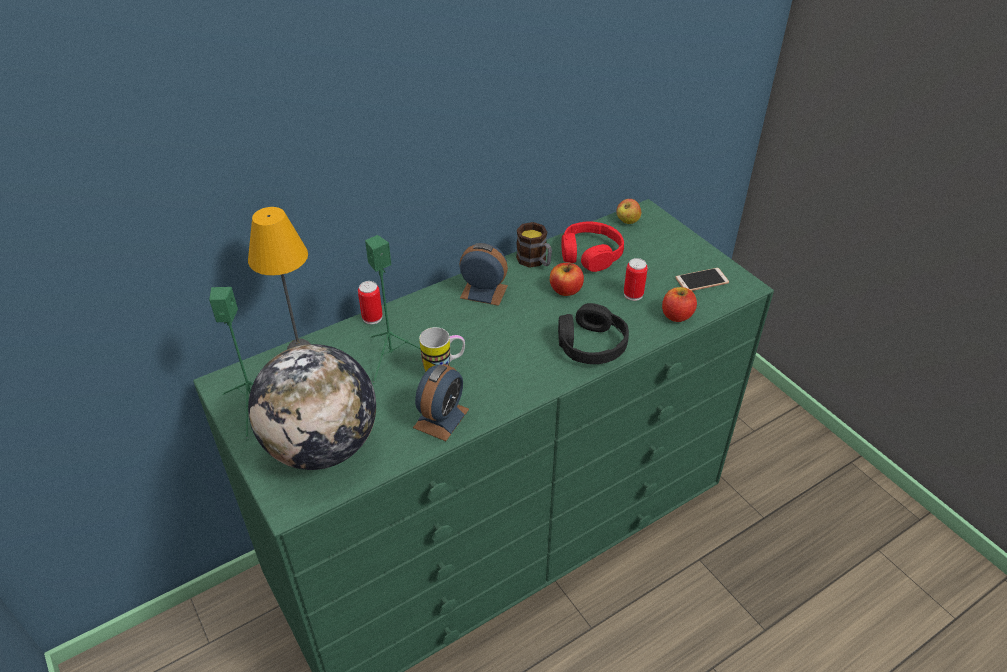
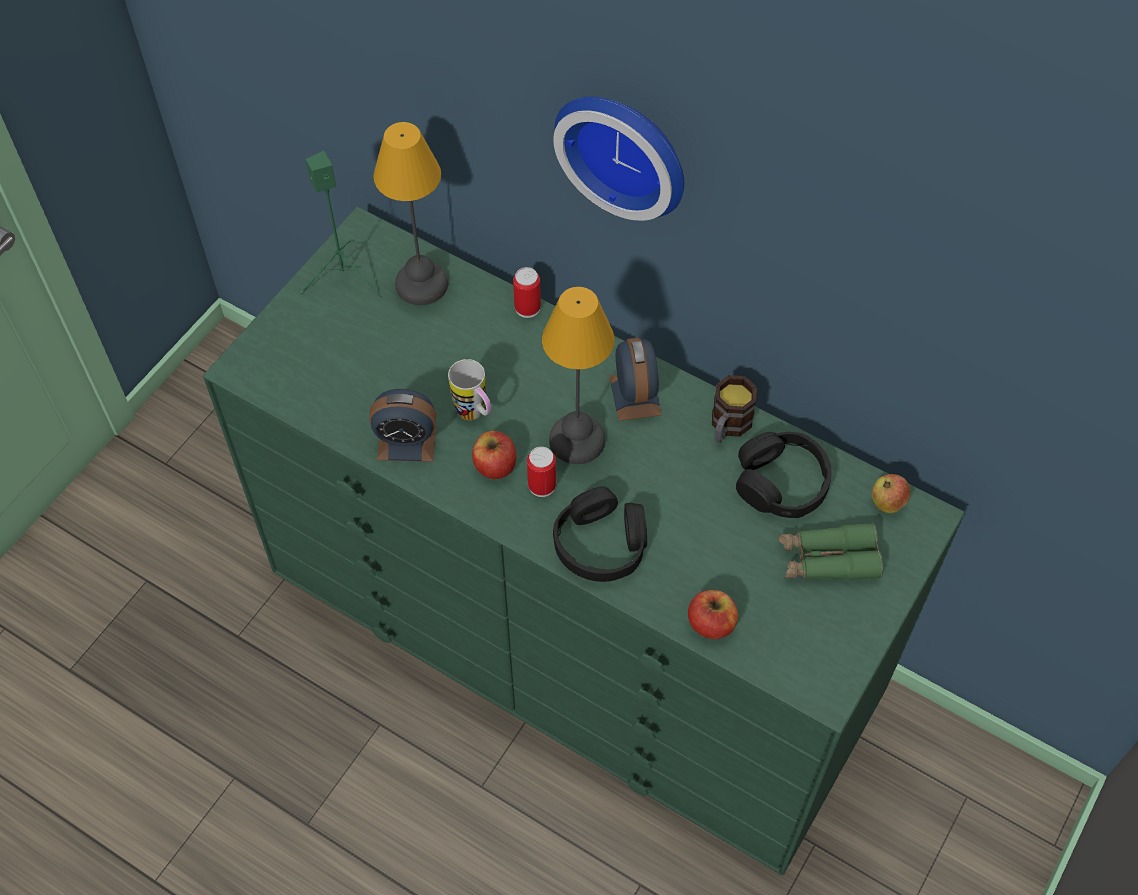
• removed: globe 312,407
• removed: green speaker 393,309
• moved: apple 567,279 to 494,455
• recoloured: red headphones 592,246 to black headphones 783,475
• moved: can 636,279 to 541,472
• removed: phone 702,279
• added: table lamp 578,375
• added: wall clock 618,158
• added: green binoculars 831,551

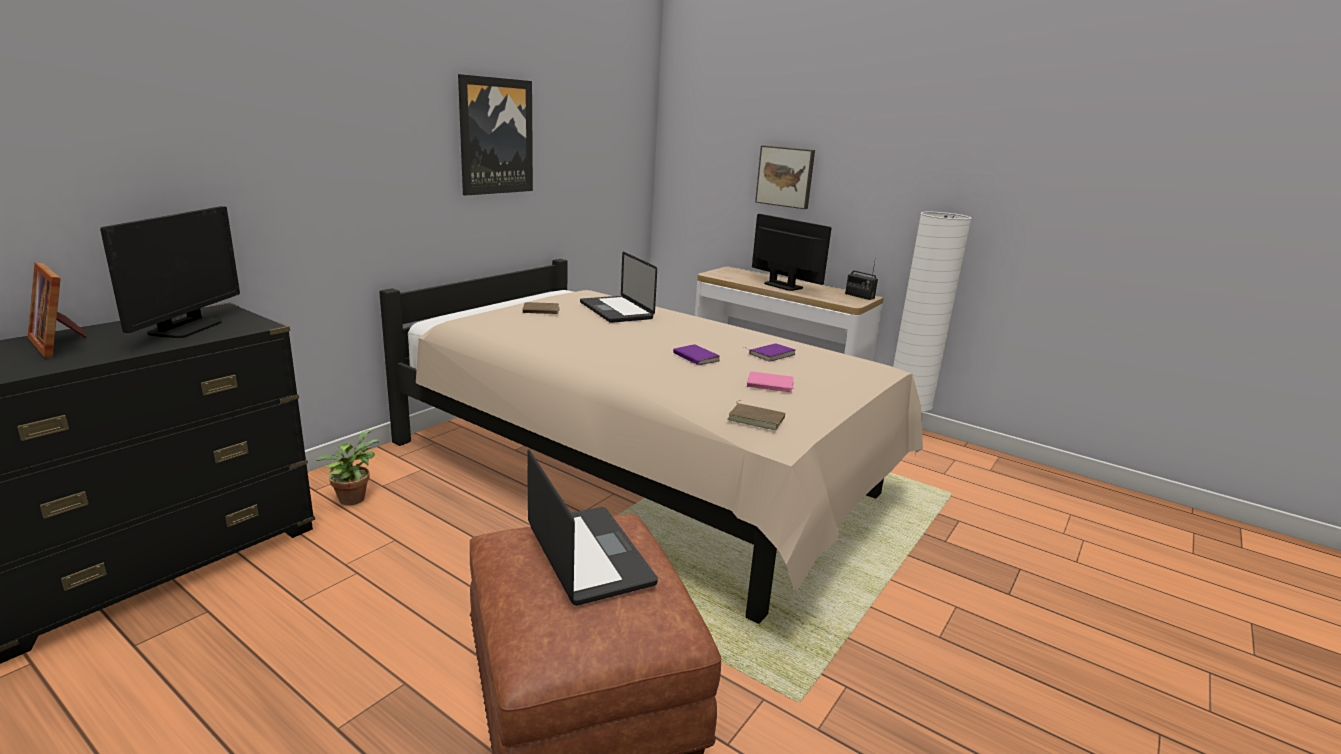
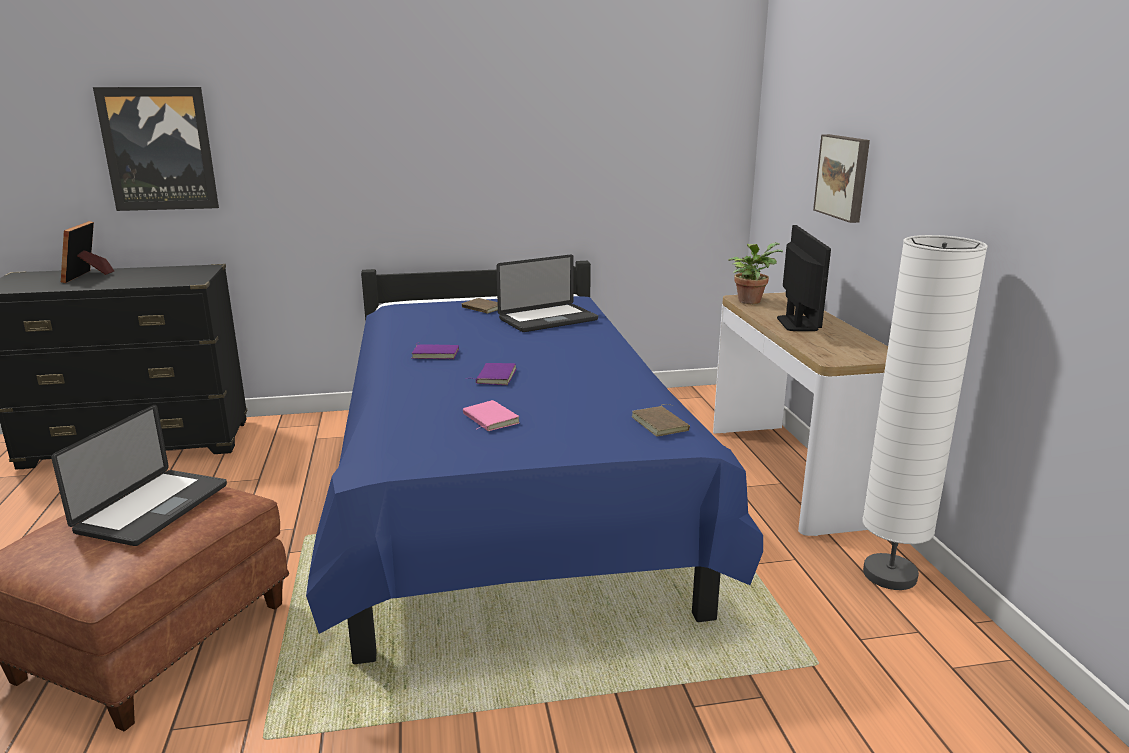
• removed: monitor 170,272
• moved: potted plant 347,467 to 755,273
• recoloured: beige bed 651,441 to blue bed 534,462
• moved: picture 495,135 to 156,149
• turned: laptop 618,287 = 547,293 135 degrees counterclockwise
• moved: brown book 756,415 to 661,420
• moved: purple book 771,352 to 435,350
• removed: radio 861,278

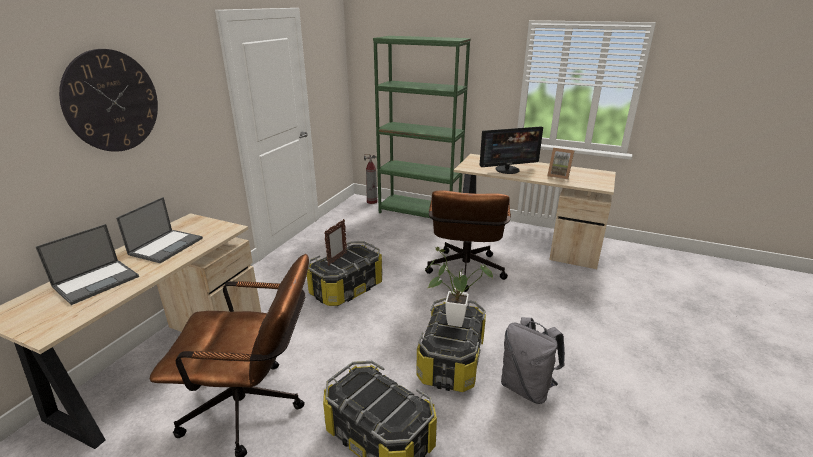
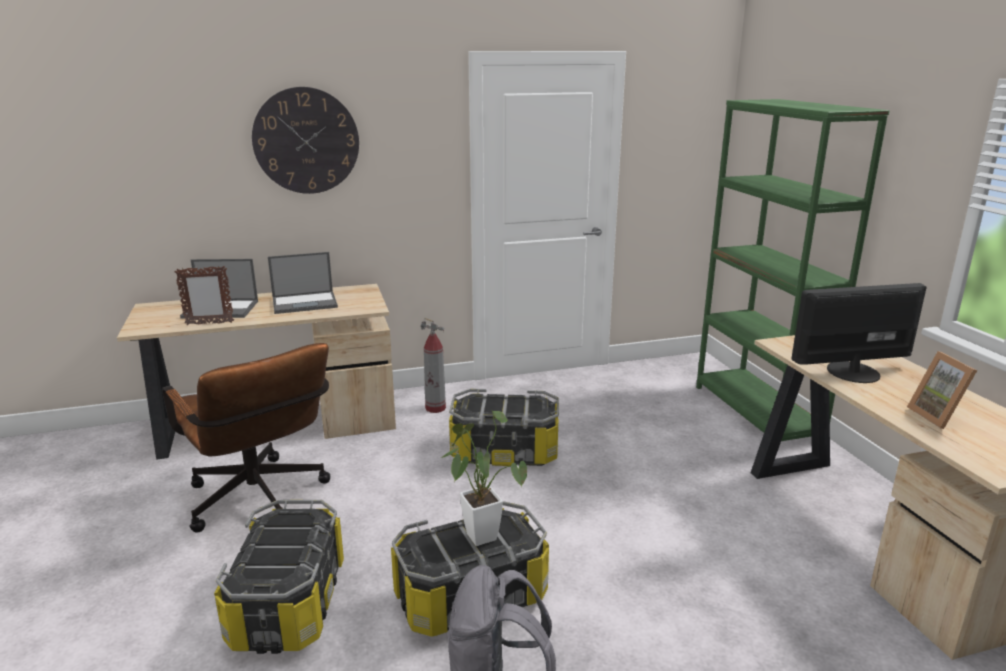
• moved: picture frame 335,242 to 204,295
• moved: fire extinguisher 371,179 to 433,365
• removed: brown office chair 468,241
• turned: monitor 511,150 = 859,333 135 degrees clockwise

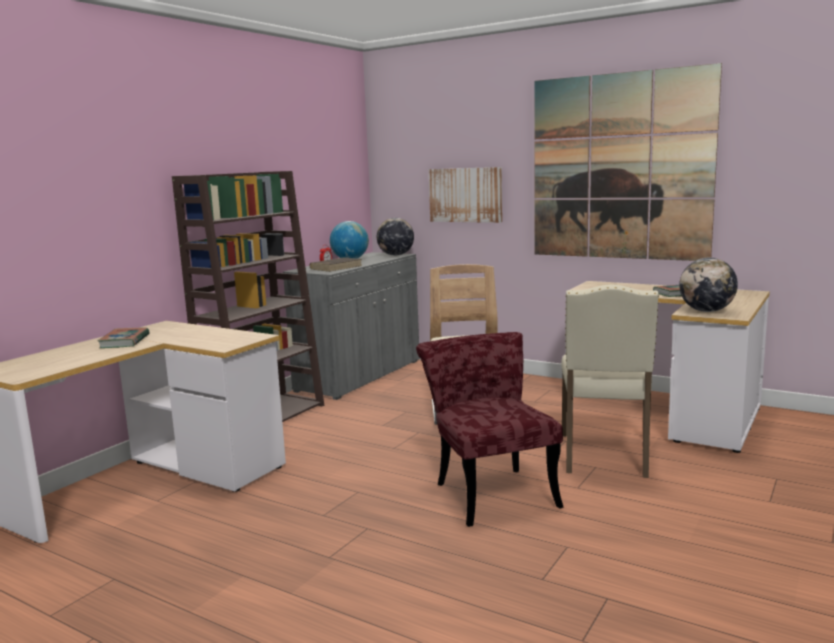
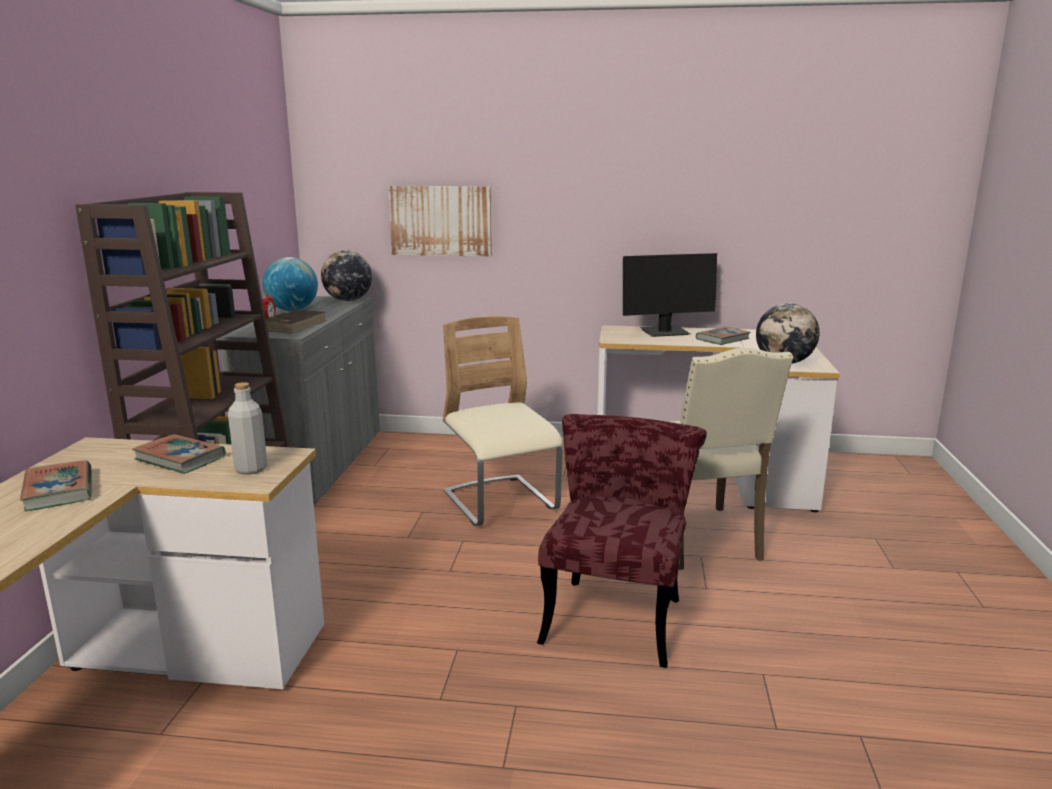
• turned: red chair 490,429 = 622,541 60 degrees clockwise
• removed: picture 628,162
• added: book 179,454
• added: grey bottle 247,428
• added: monitor 670,295

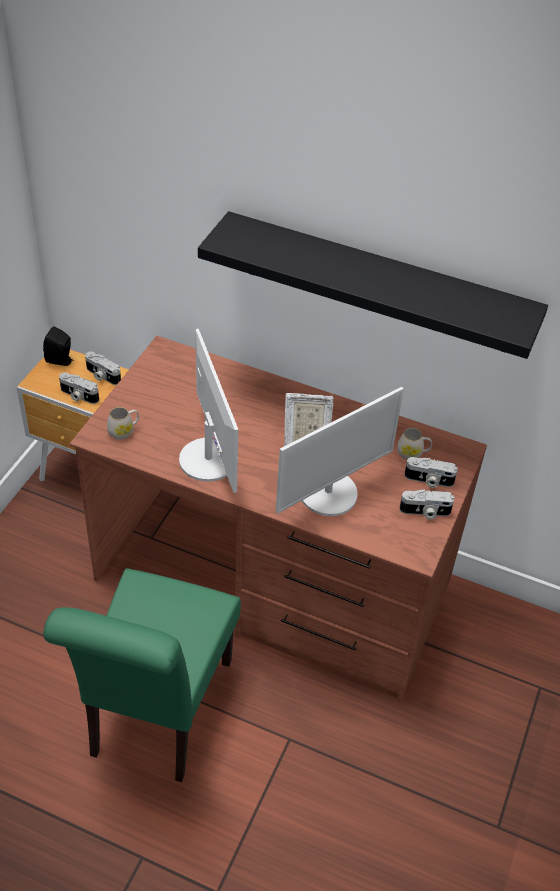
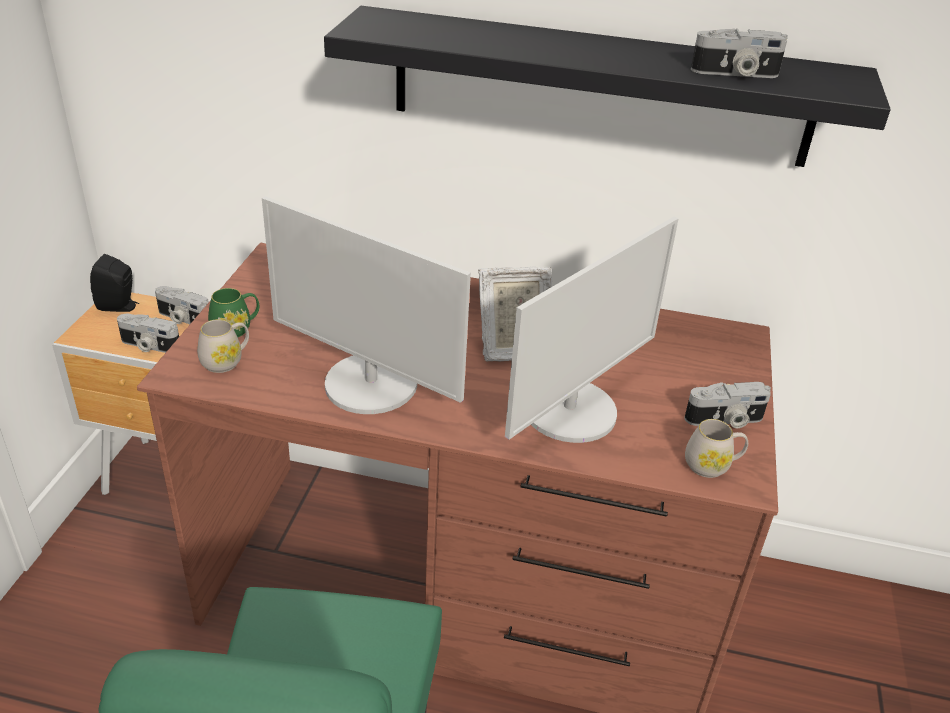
• turned: monitor 208,411 = 366,305 150 degrees clockwise
• moved: white mug 414,444 to 716,448
• moved: photo camera 431,472 to 739,53
• added: green mug 233,312

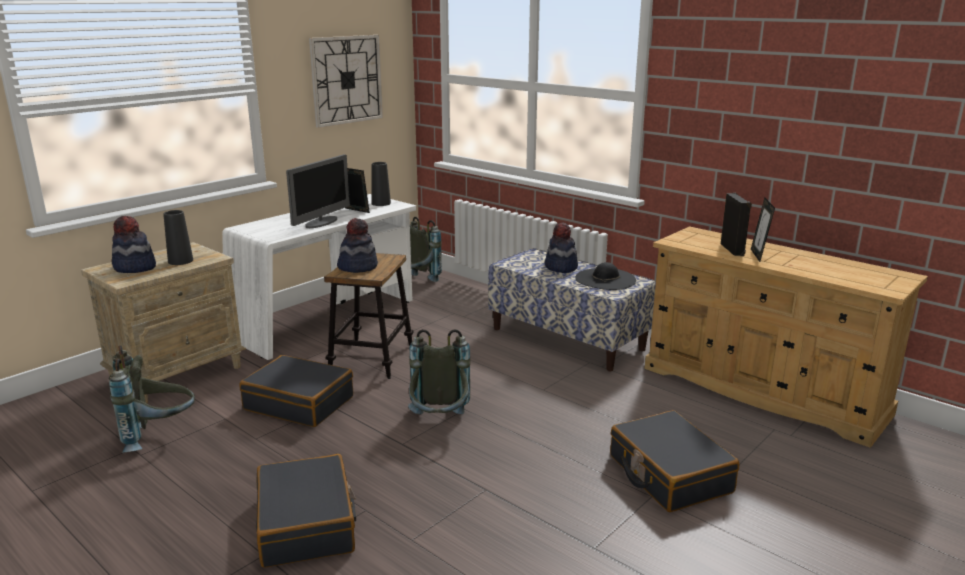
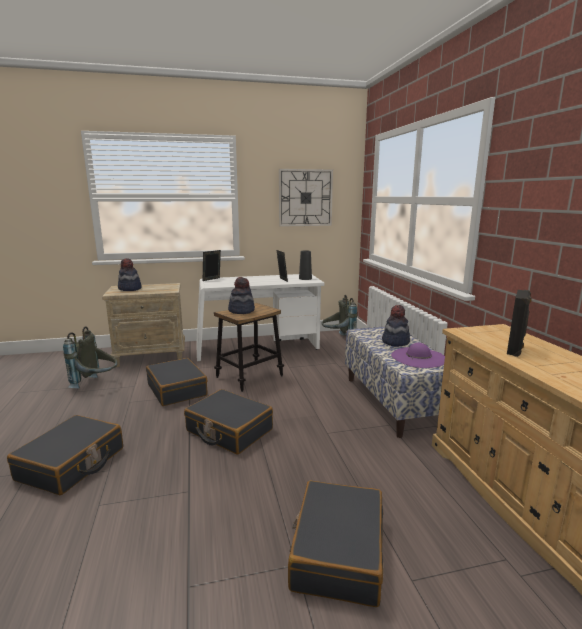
• removed: black vase 178,237
• removed: monitor 318,191
• replaced: grey backpack 439,371 to black suitcase 228,421
• recoloured: black hat 605,276 to purple hat 418,355
• moved: picture frame 763,230 to 212,265

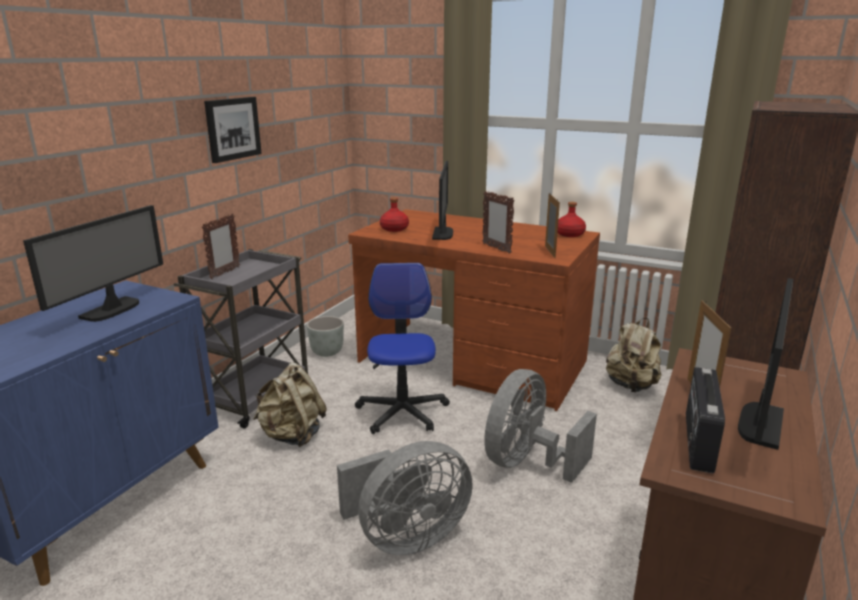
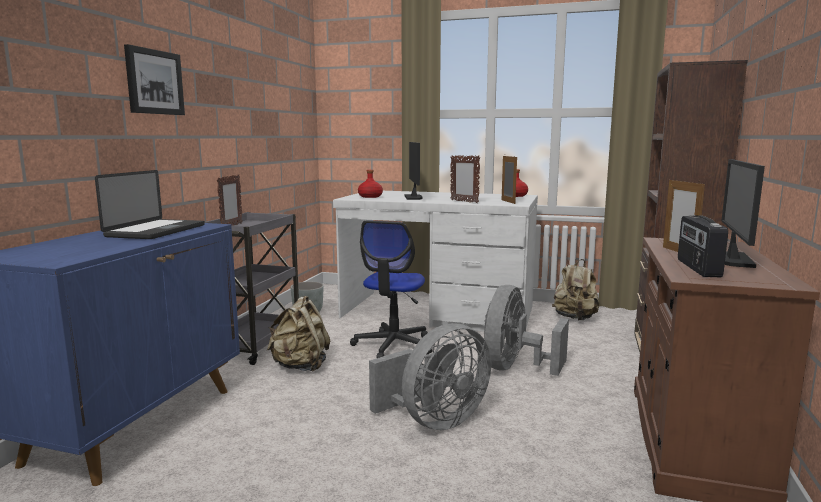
• replaced: monitor 93,263 to laptop 150,204
• moved: picture 233,130 to 154,79
• recoloured: brown desk 474,310 to white desk 435,261
• turned: office chair 402,348 = 391,289 150 degrees counterclockwise

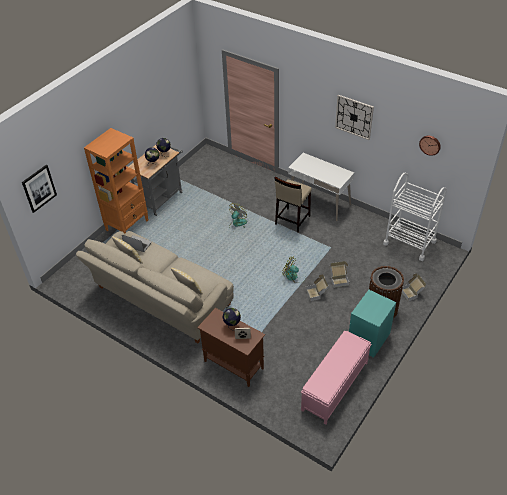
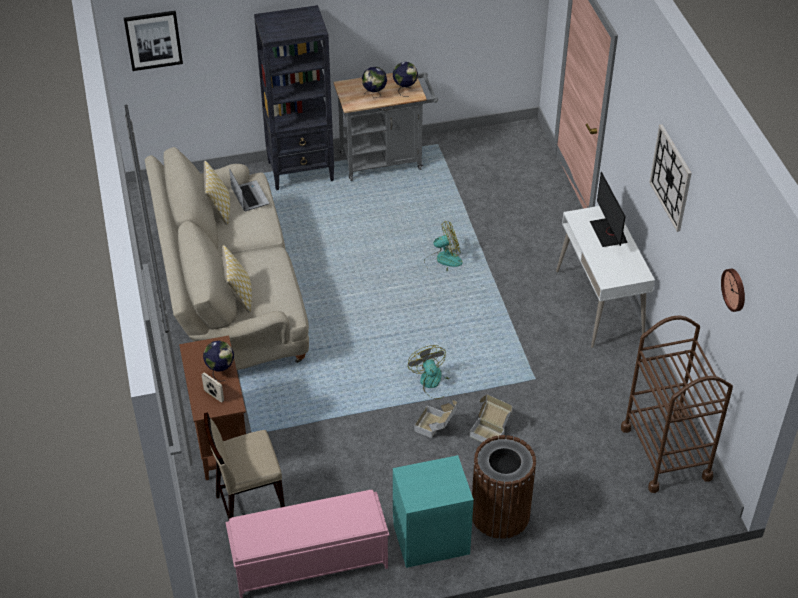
• recoloured: orange bookcase 116,180 to black bookcase 294,97
• moved: beige stool 293,205 to 244,465
• recoloured: white cart 415,216 to brown cart 677,404
• removed: cardboard box 414,287
• added: monitor 609,209

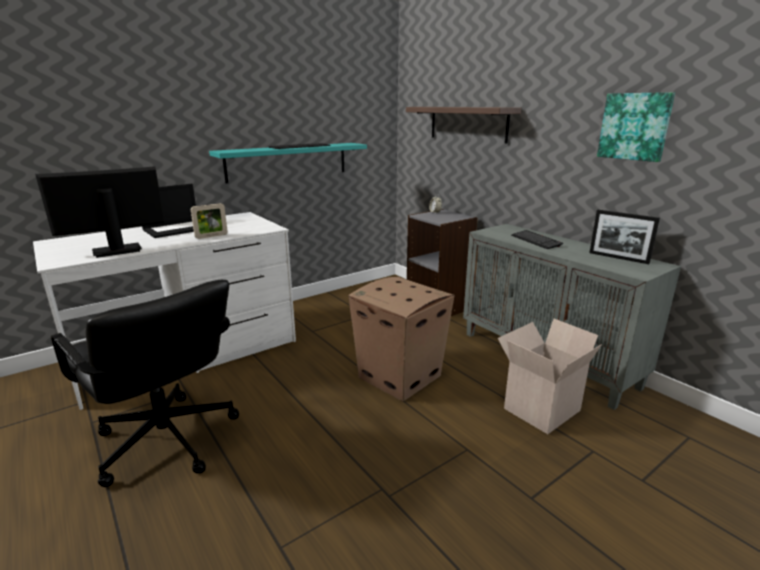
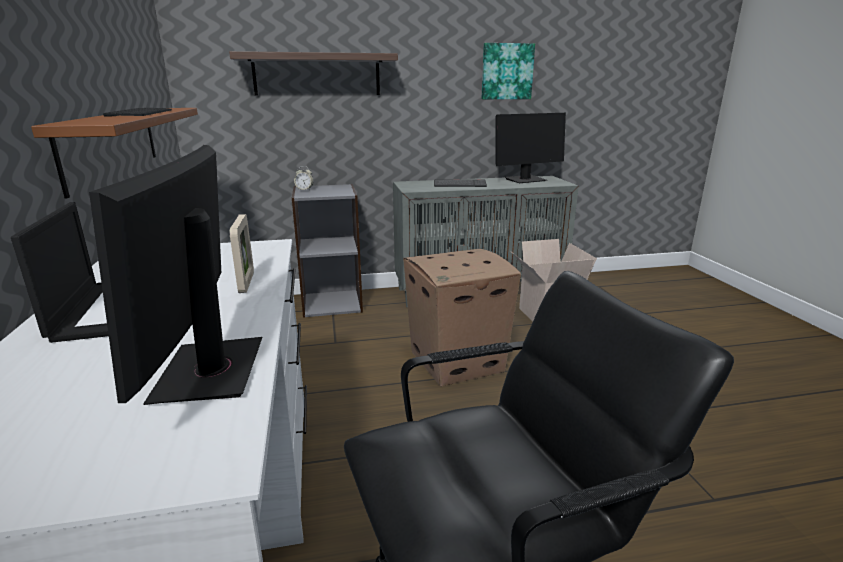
• recoloured: turquoise shelf 288,163 to brown shelf 114,153
• replaced: picture frame 624,237 to monitor 530,148

